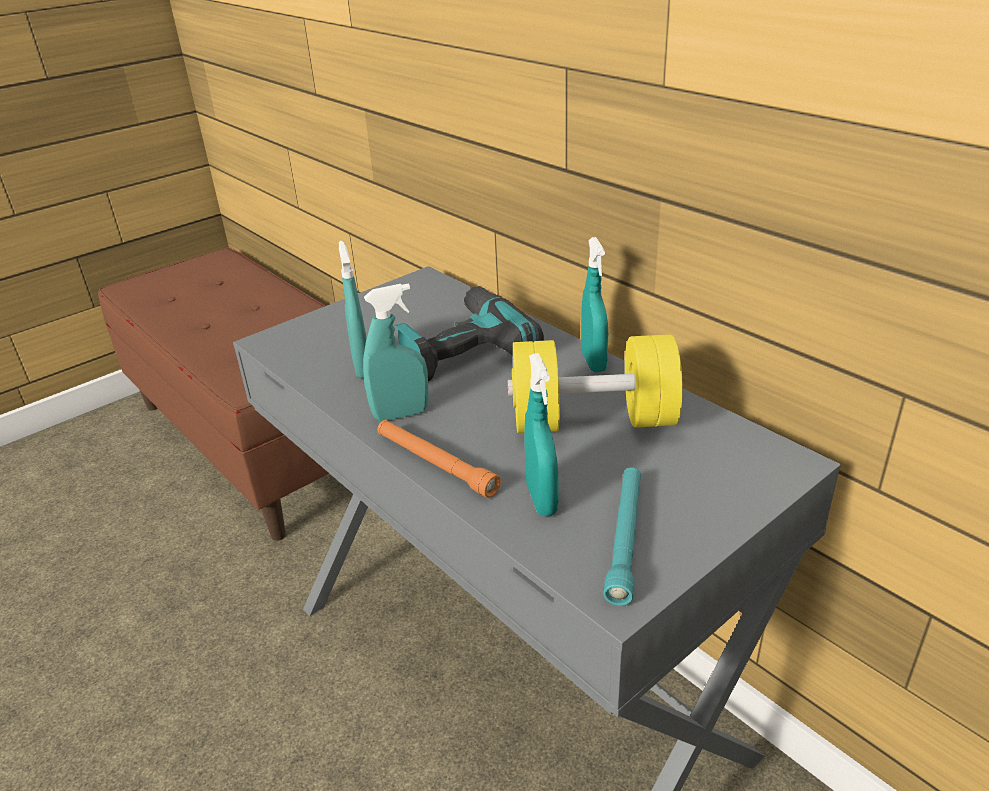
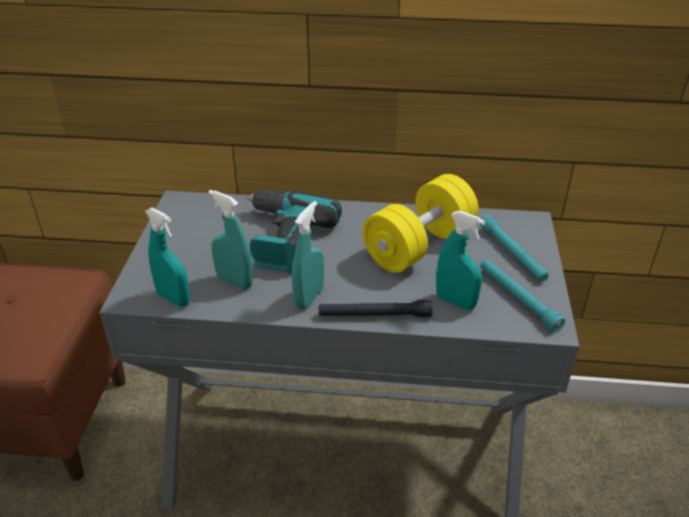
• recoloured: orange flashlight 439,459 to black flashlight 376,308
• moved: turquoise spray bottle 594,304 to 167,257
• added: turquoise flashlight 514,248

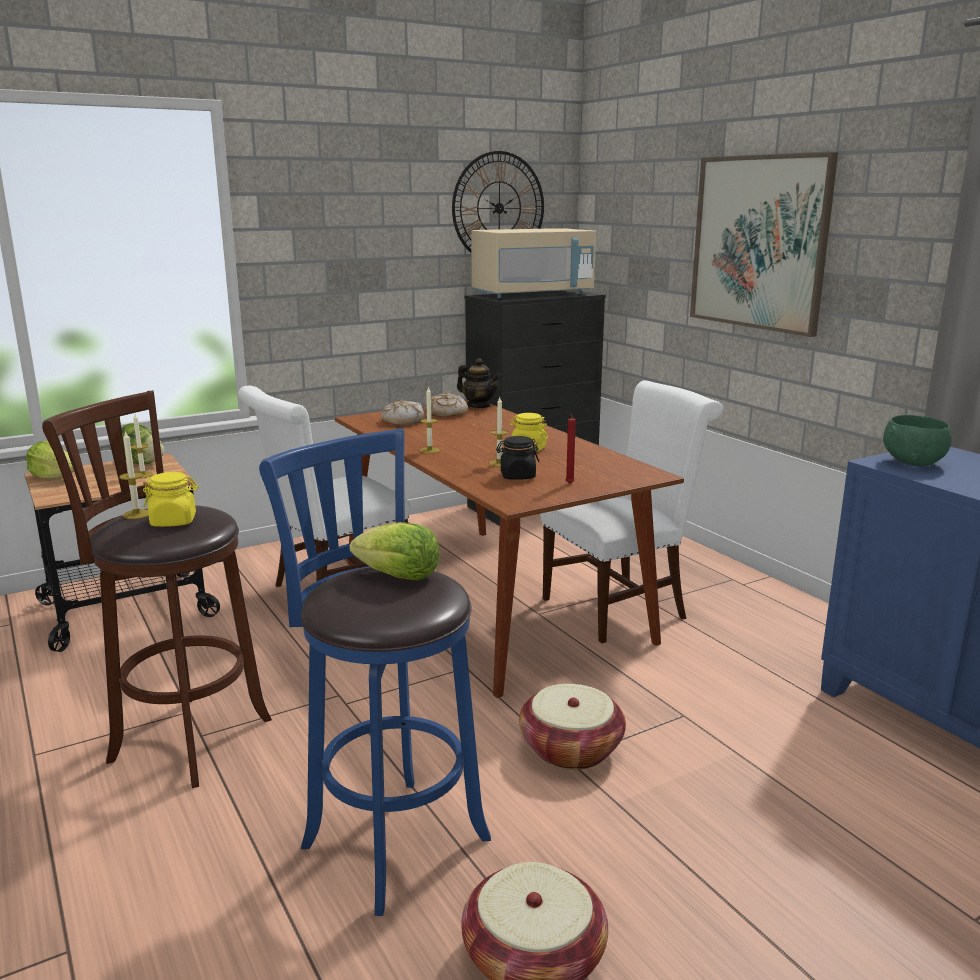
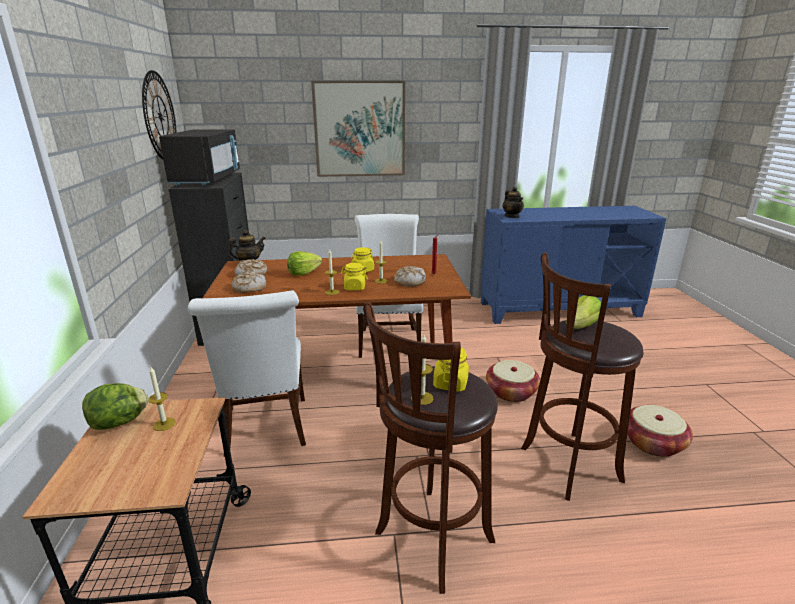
• moved: lettuce 50,460 to 304,263
• recoloured: blue stool 375,672 to brown stool 582,376
• recoloured: beige microwave 533,263 to black microwave 199,157
• replaced: black jar 517,458 to bread 410,276
• replaced: green bowl 917,441 to teapot 513,202
• added: yellow jar 354,277

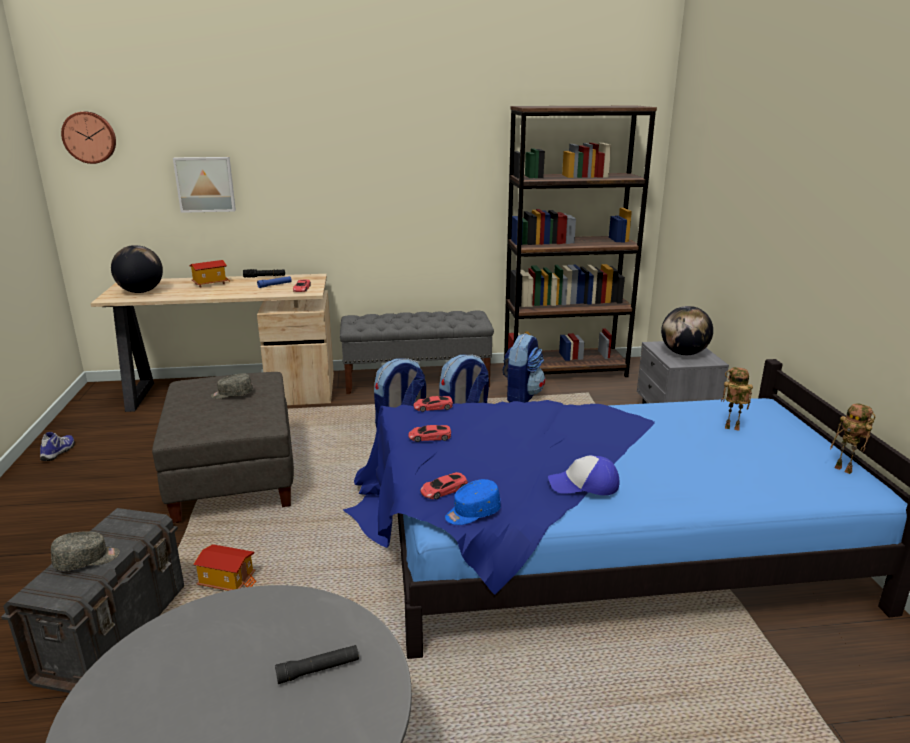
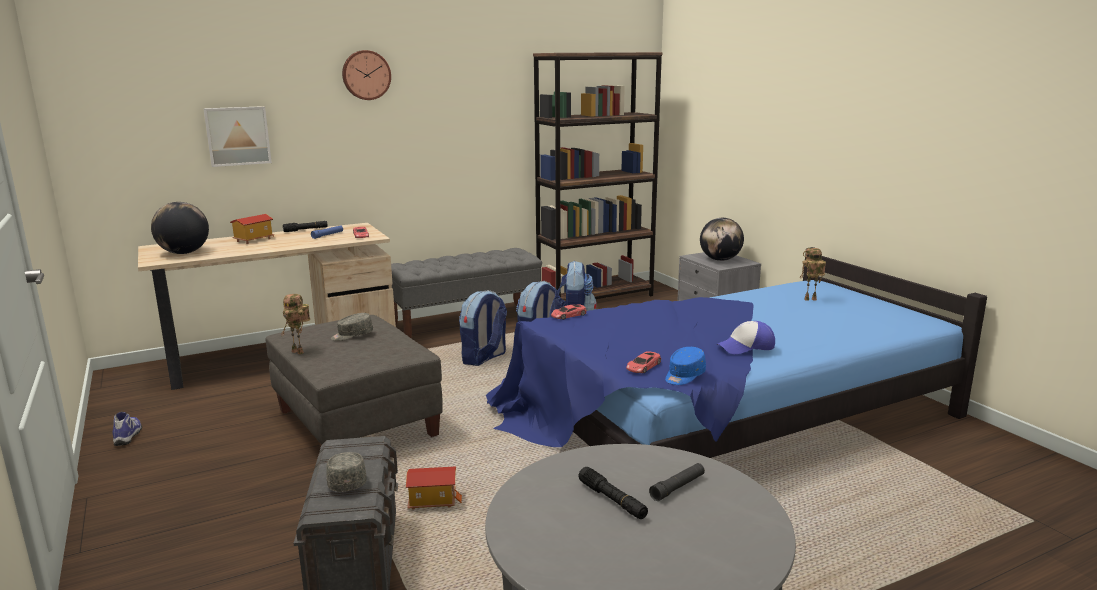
• turned: grey cap 85,551 = 347,472 60 degrees counterclockwise
• moved: wall clock 88,137 to 366,75
• removed: red toy car 429,433
• moved: toy robot 852,439 to 295,324
• added: black flashlight 613,493

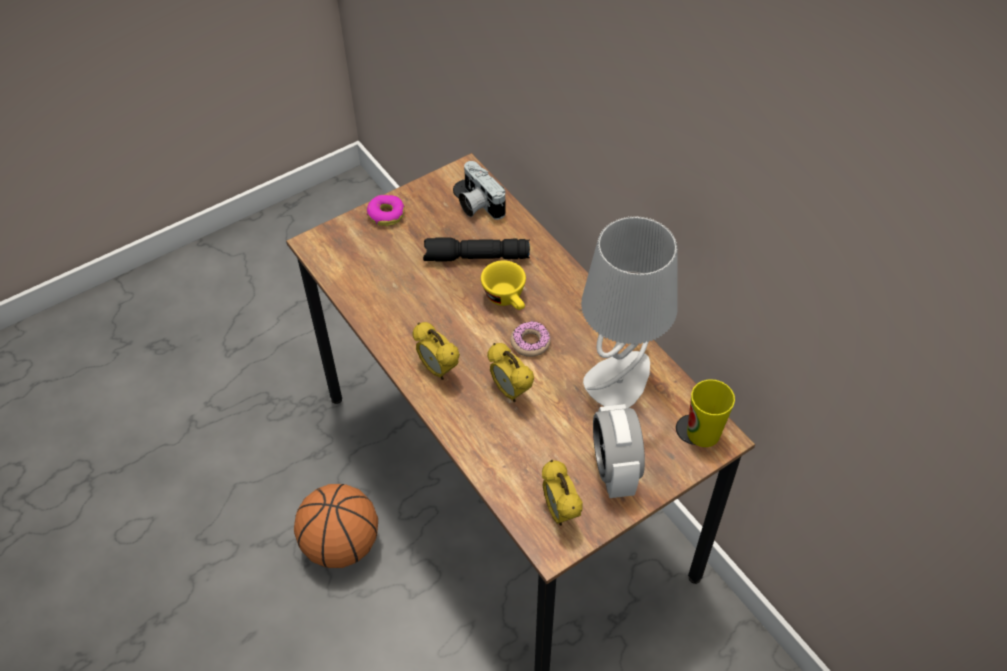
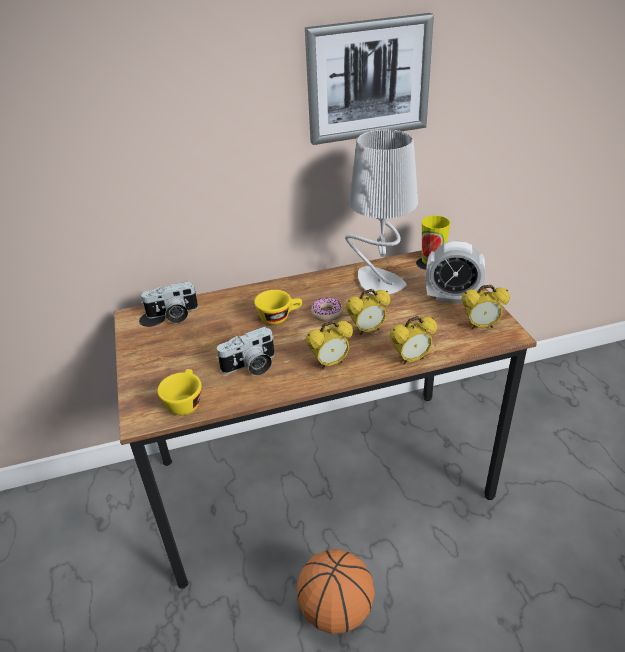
• removed: donut 386,210
• removed: black flashlight 476,249
• added: yellow cup 179,392
• added: photo camera 245,351
• added: picture 369,79
• added: alarm clock 413,340

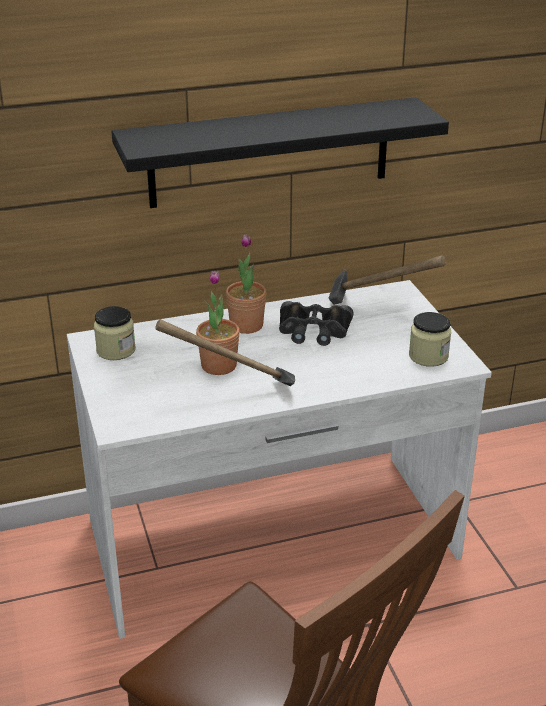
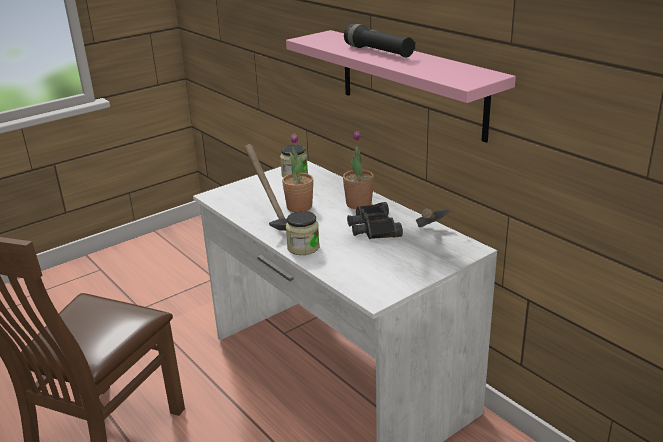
• recoloured: black shelf 280,152 to pink shelf 401,86
• moved: jar 430,339 to 302,233
• added: black flashlight 379,40

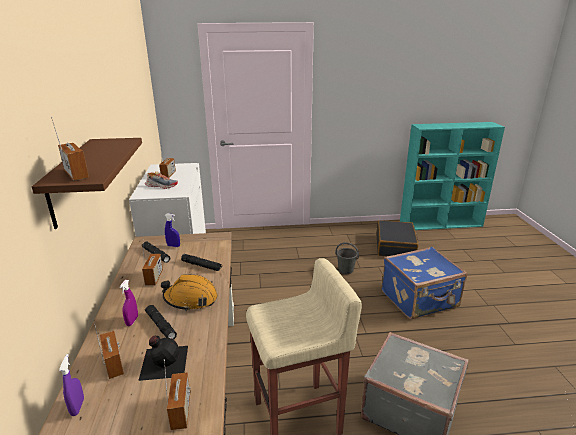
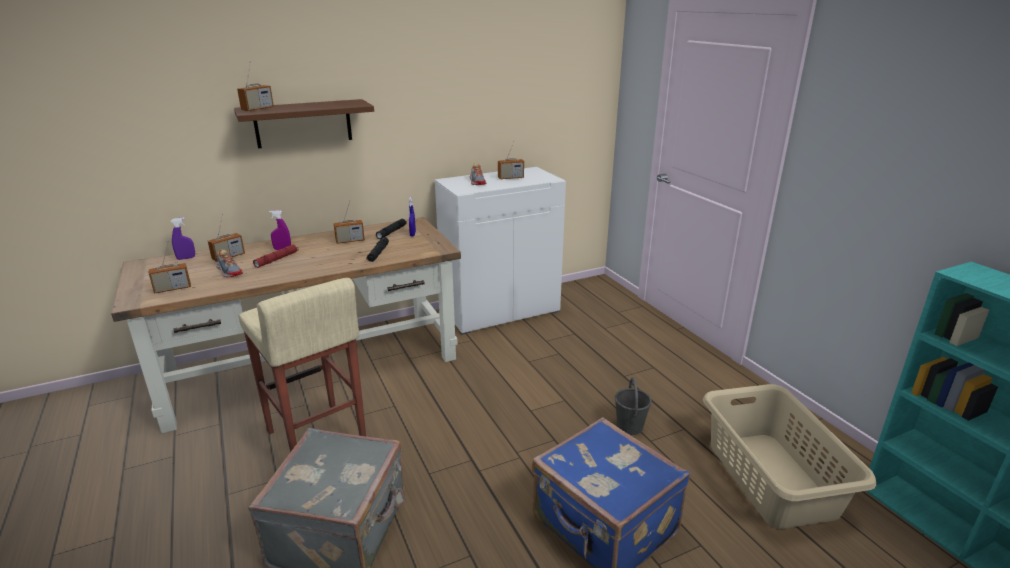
• replaced: black bottle 163,358 to shoe 229,263
• recoloured: black flashlight 161,322 to red flashlight 275,256
• removed: orange hard hat 189,292
• replaced: black suitcase 397,238 to beige laundry basket 789,456

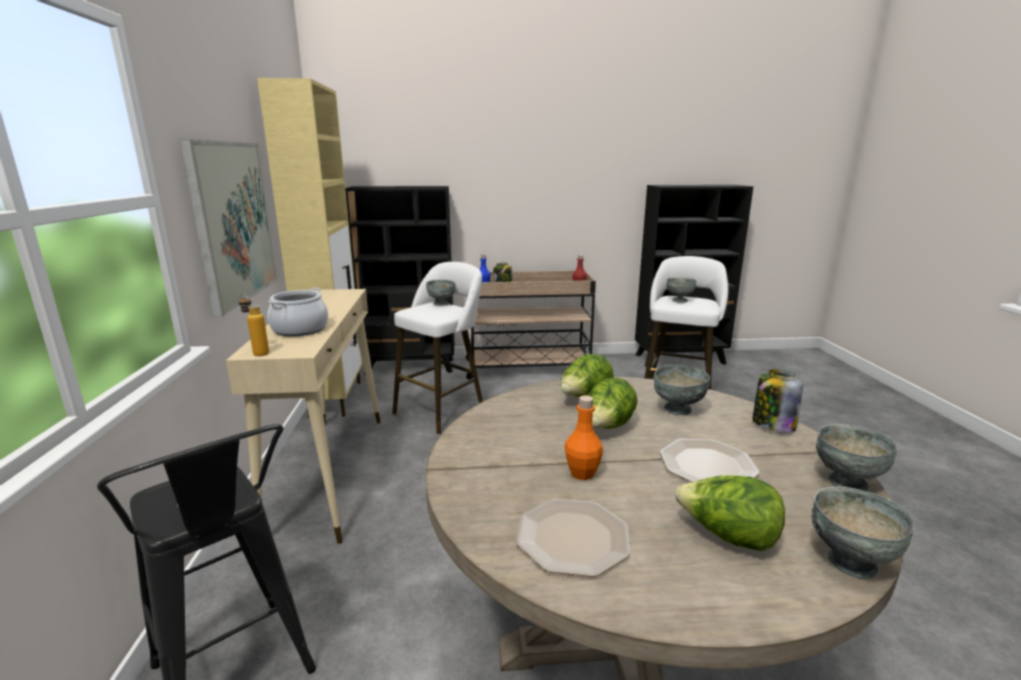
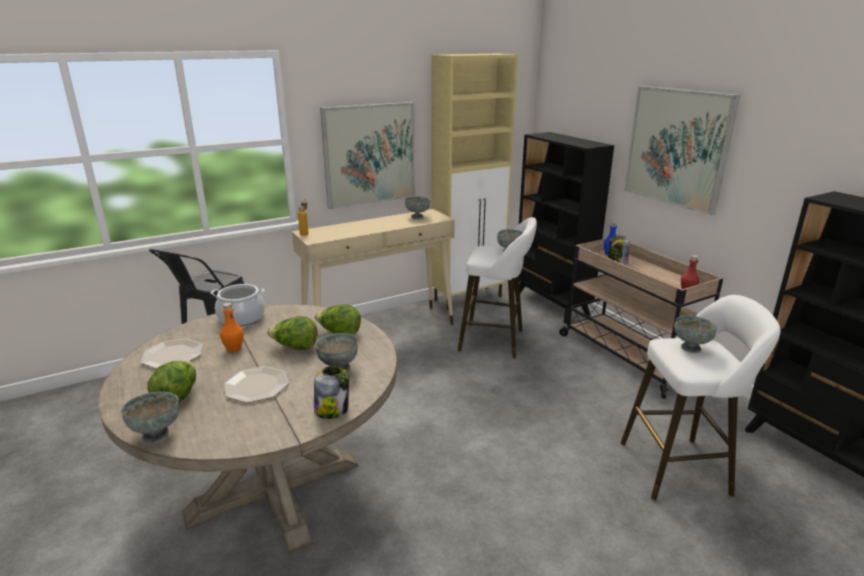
• moved: cooking pot 297,312 to 238,305
• moved: grey bowl 856,457 to 418,207
• added: picture 682,151

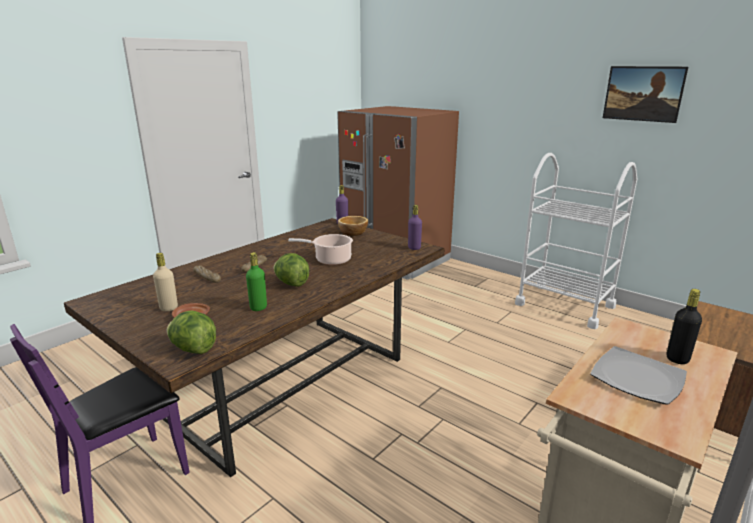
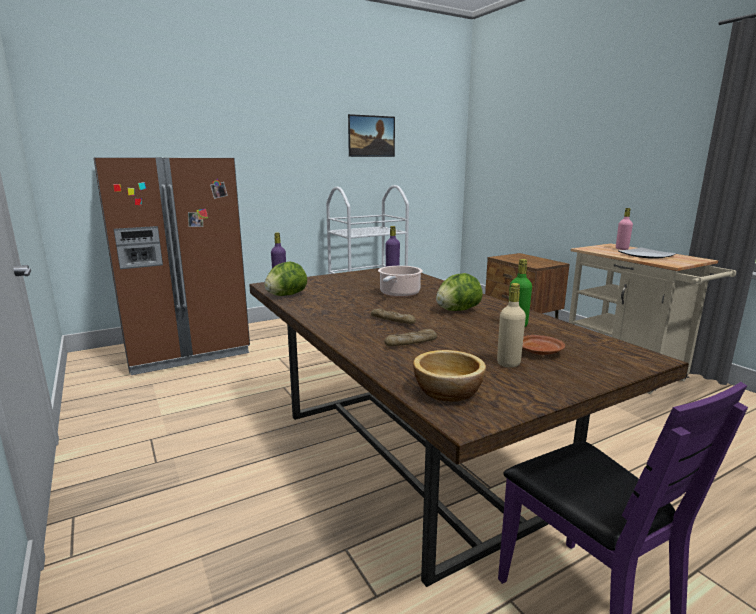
• moved: lettuce 191,332 to 285,278
• moved: bowl 353,226 to 449,376
• recoloured: black bottle 684,326 to pink bottle 624,229

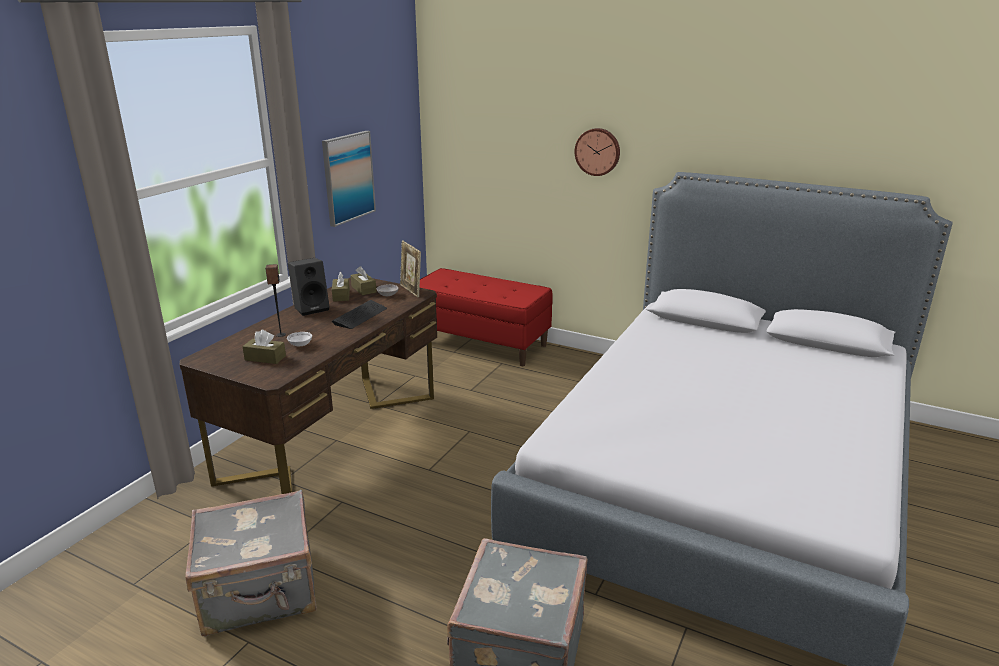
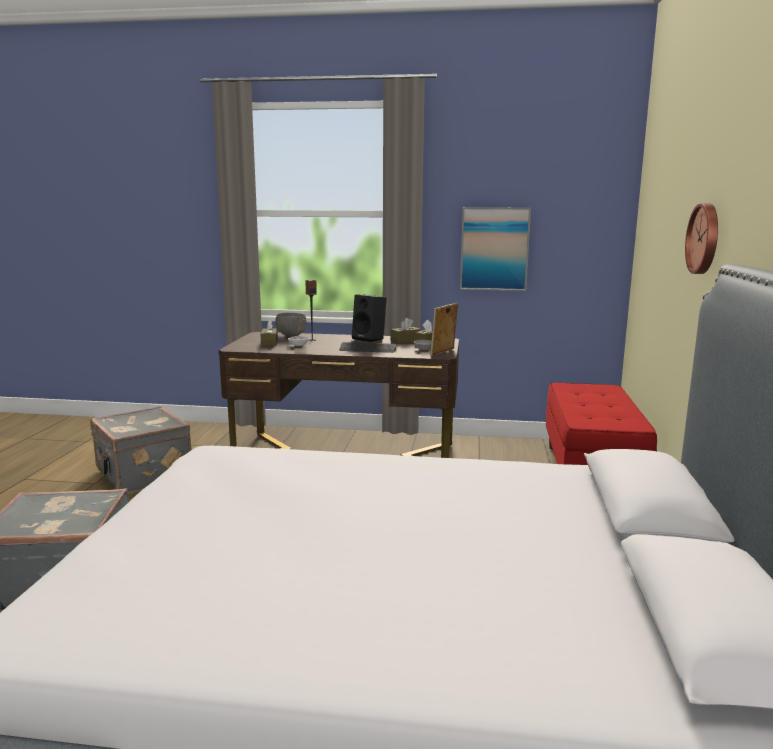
• added: grey bowl 291,324

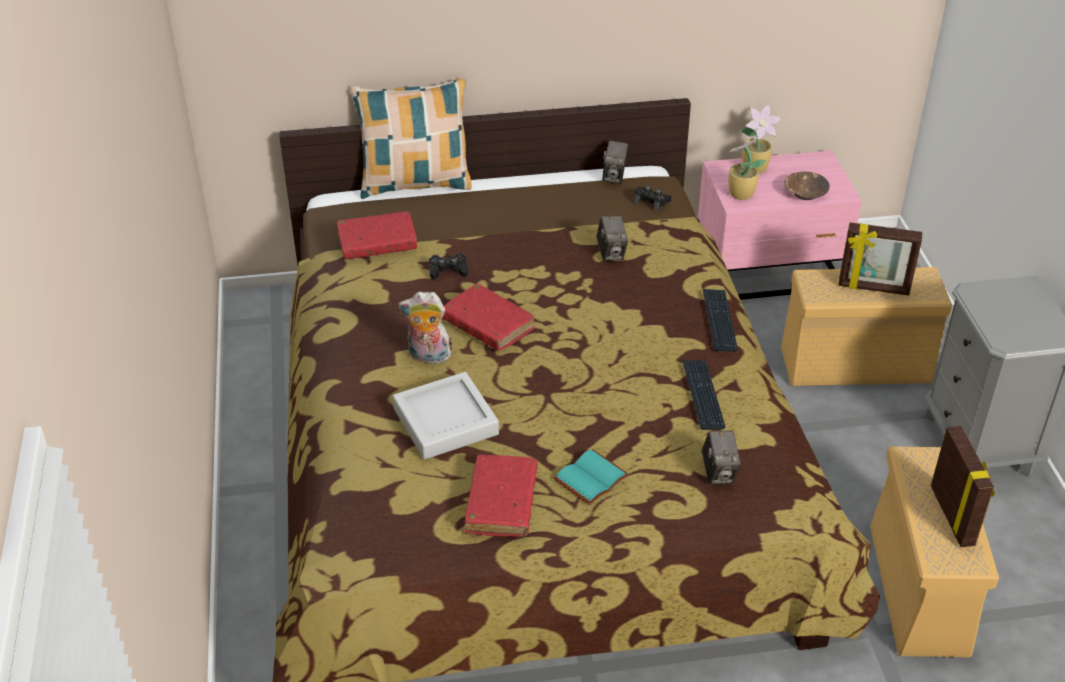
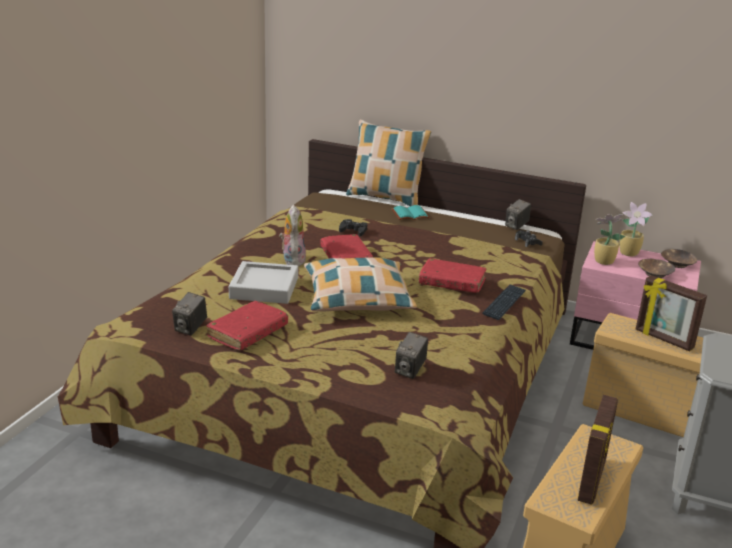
• moved: red book 377,235 to 452,275
• turned: plush toy 426,328 = 292,235 45 degrees clockwise
• moved: turquoise book 591,477 to 411,212
• moved: photo camera 612,238 to 189,314
• removed: keyboard 704,395
• added: pillow 360,284
• added: brown bowl 679,258

